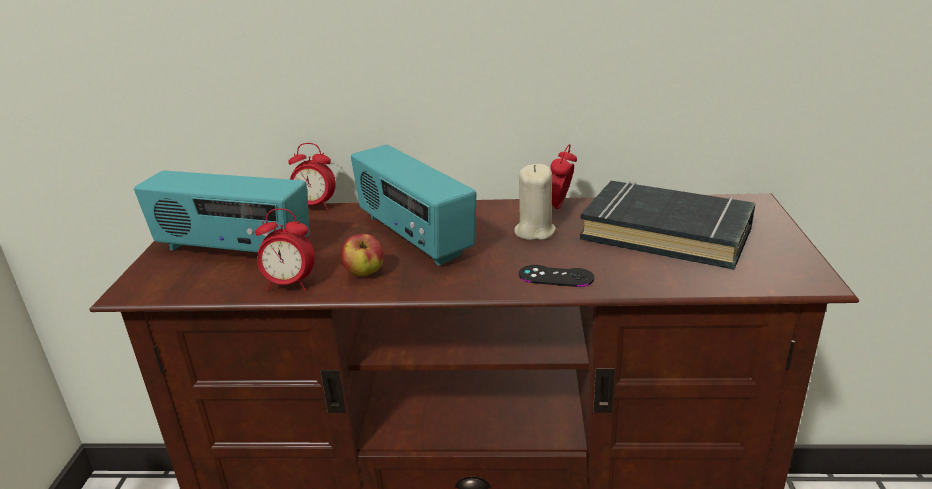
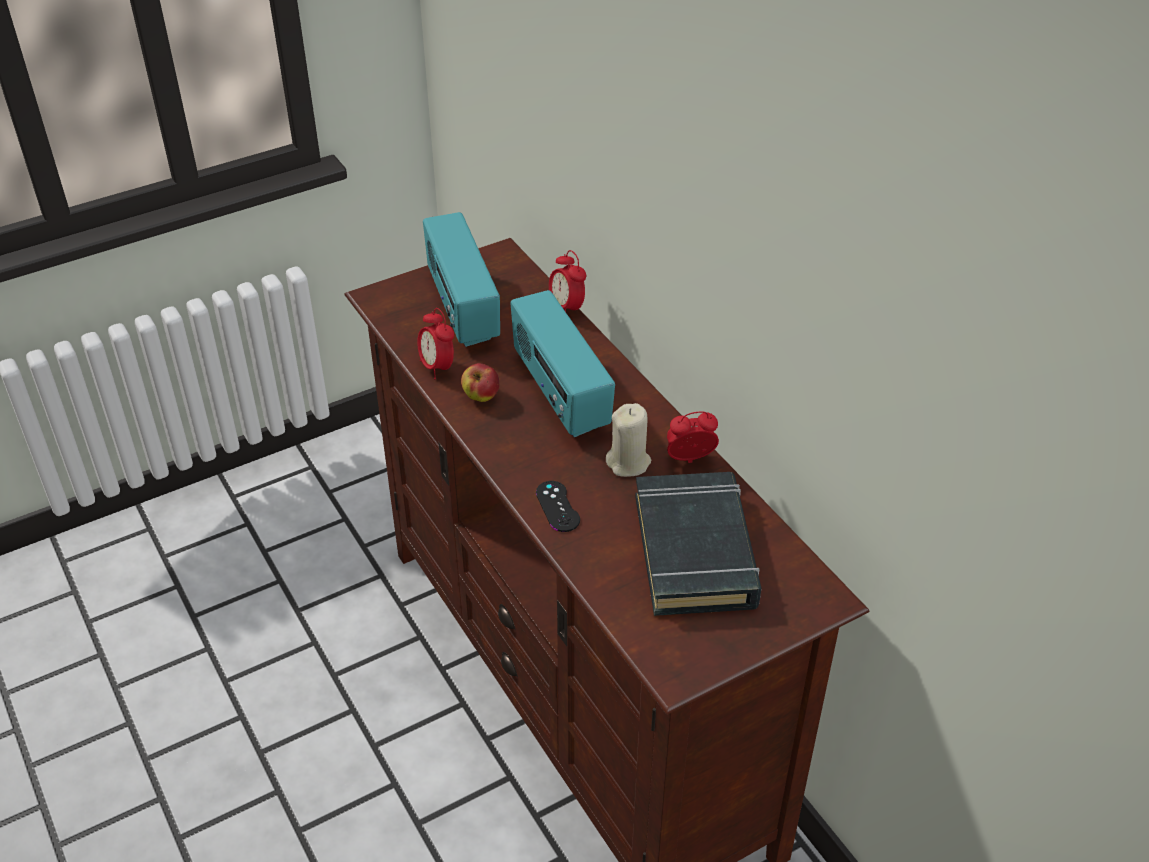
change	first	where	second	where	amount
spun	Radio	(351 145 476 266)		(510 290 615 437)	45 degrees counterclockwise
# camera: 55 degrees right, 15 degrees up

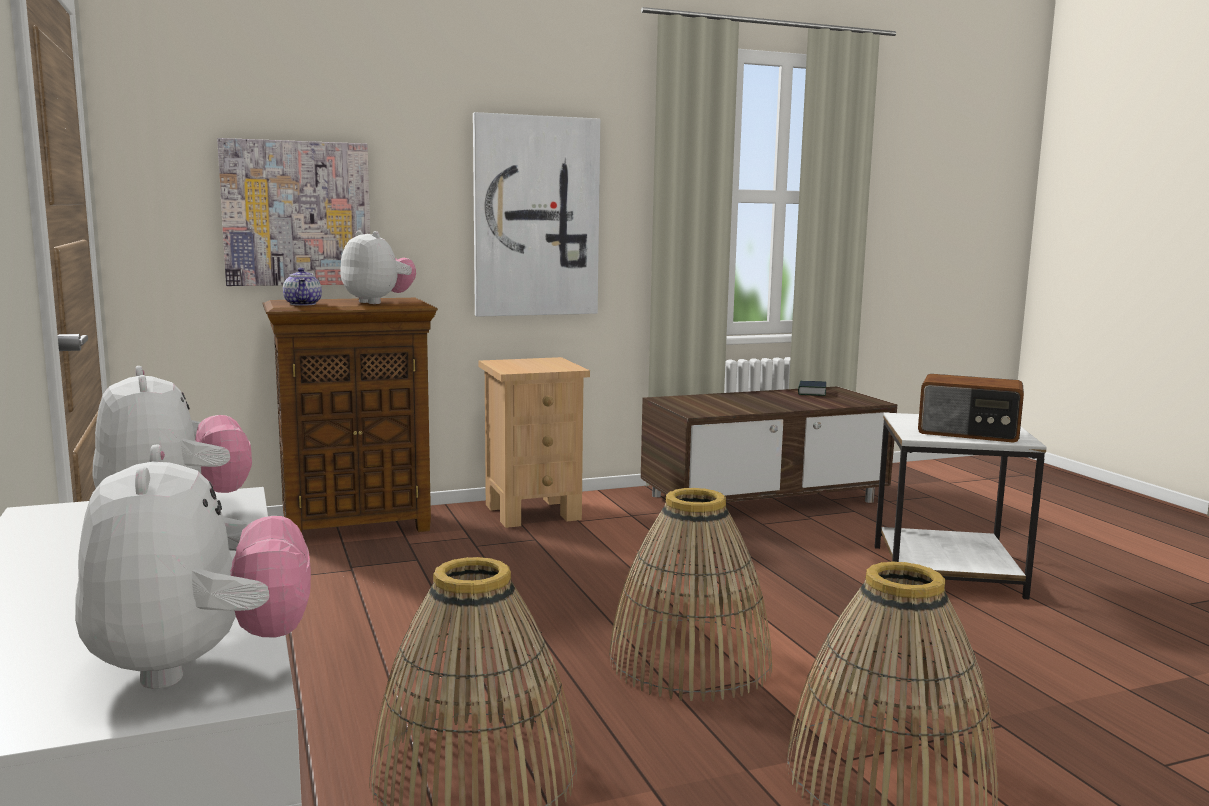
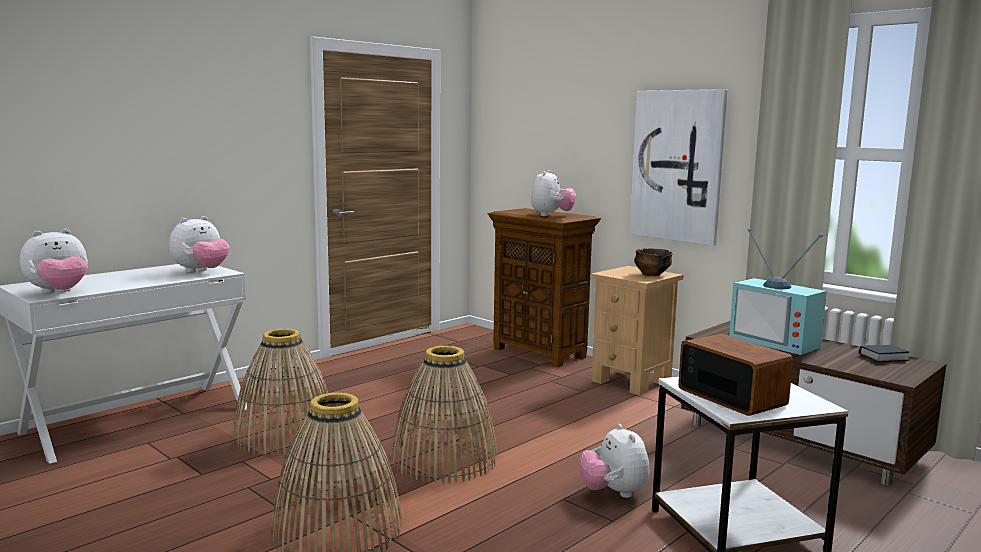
change	first	where	second	where	amount
appeared			PlushToy	(579 424 650 498)	
appeared			Bowl	(634 248 673 276)	
spun	Radio	(918 374 1024 443)		(678 334 793 416)	150 degrees clockwise
appeared			Television	(729 228 827 355)	
missing	Picture	(217 138 370 286)			
missing	Teapot	(283 268 322 306)			
# camera: 65 degrees right, 0 degrees up

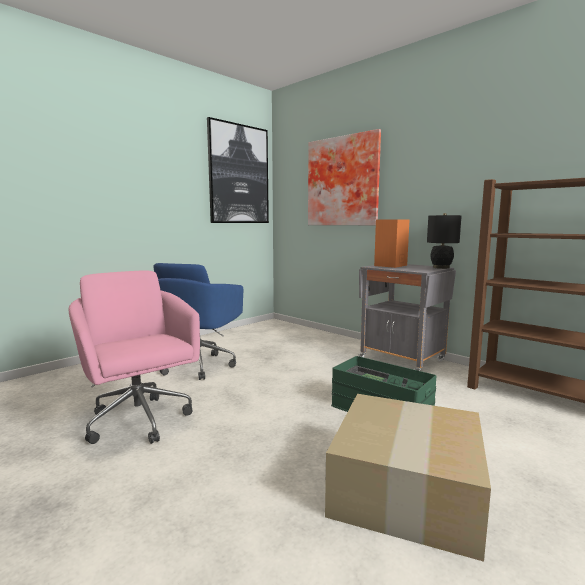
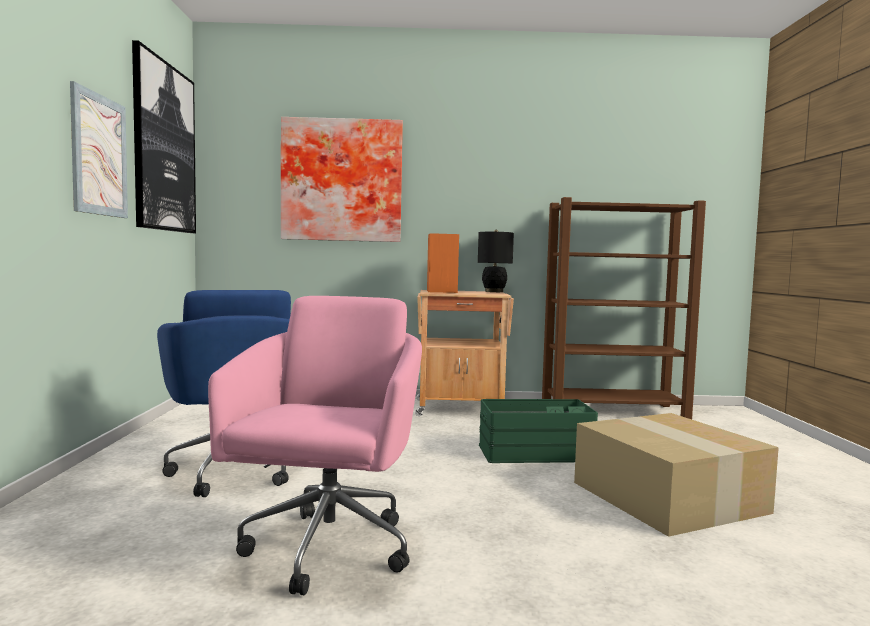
change	first	where	second	where	amount
appeared			Picture	(70 81 128 218)	
spun	PinkOfficeChair	(69 270 200 444)		(208 296 422 595)	90 degrees clockwise
colour	GreyCart	(358 264 456 371)	BrownCart	(415 290 514 416)	
# camera: 45 degrees left, 5 degrees down

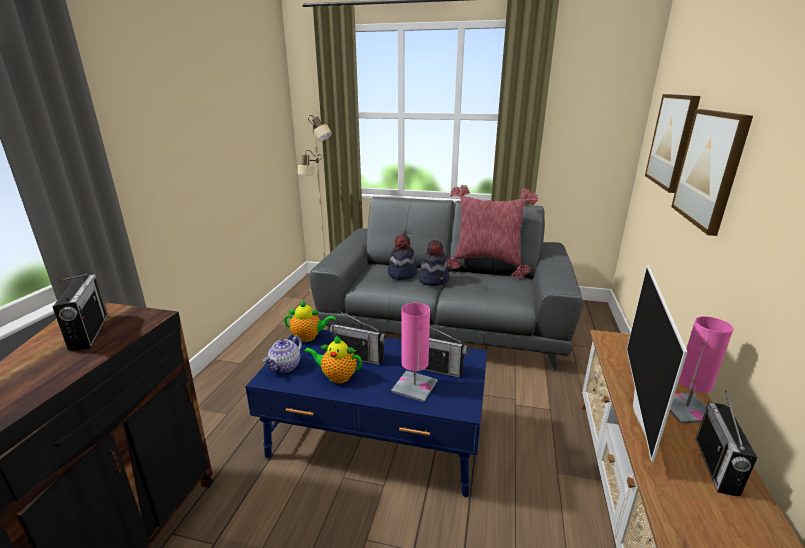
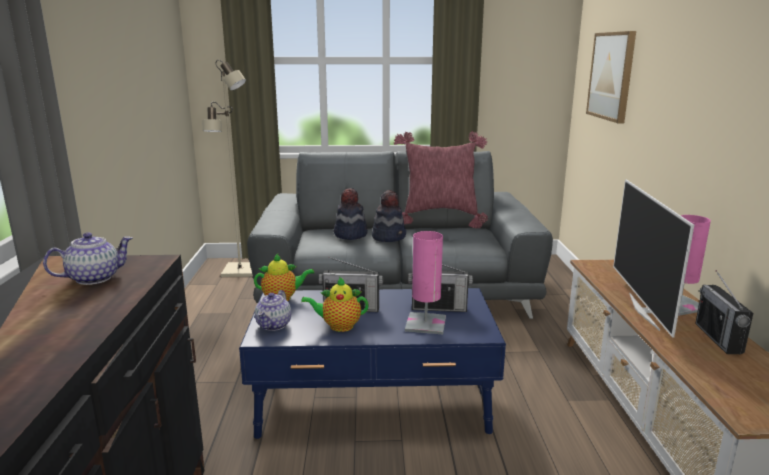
change	first	where	second	where	amount
exchanged	Radio	(53 274 108 351)	Teapot	(43 232 132 285)	
missing	Picture	(671 109 753 236)			
# camera: 15 degrees left, 5 degrees down

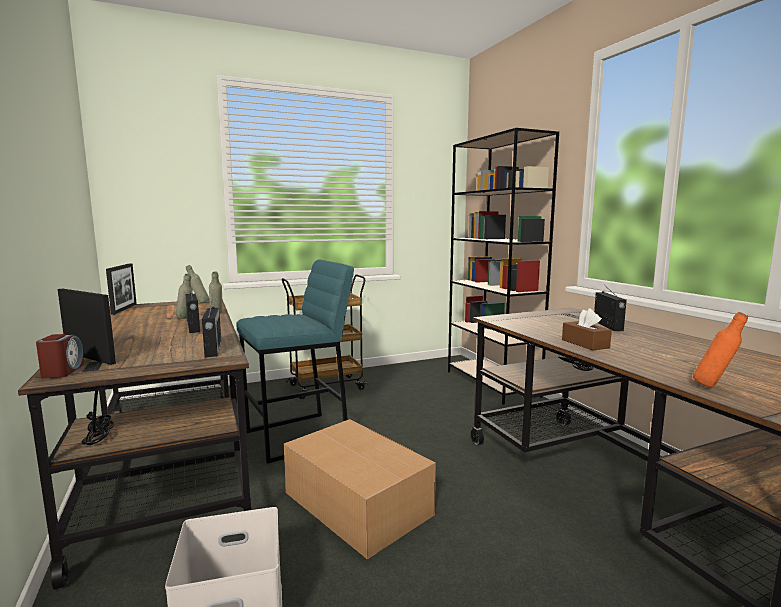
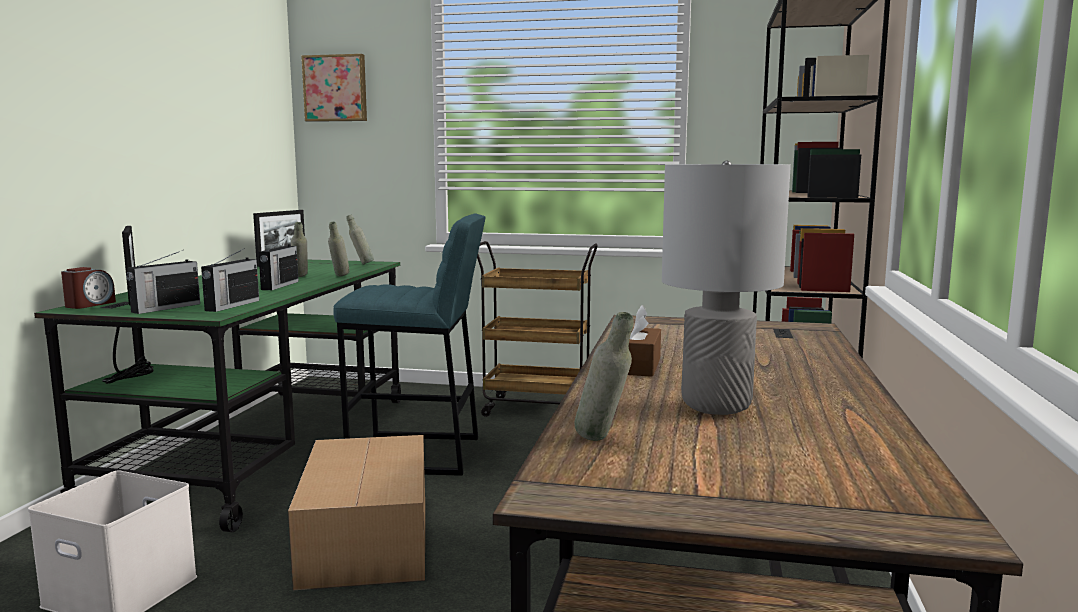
change	first	where	second	where	amount
colour	BrownDesk	(18 299 251 590)	GreenDesk	(34 260 401 532)	
relocated	Radio	(594 286 627 331)		(126 250 200 314)	
appeared			Picture	(301 54 367 122)	
colour	OrangeBottle	(693 312 748 388)	GreyBottle	(574 312 634 441)	
appeared			GreyTableLamp	(662 161 791 415)	
# camera: 35 degrees right, 0 degrees up

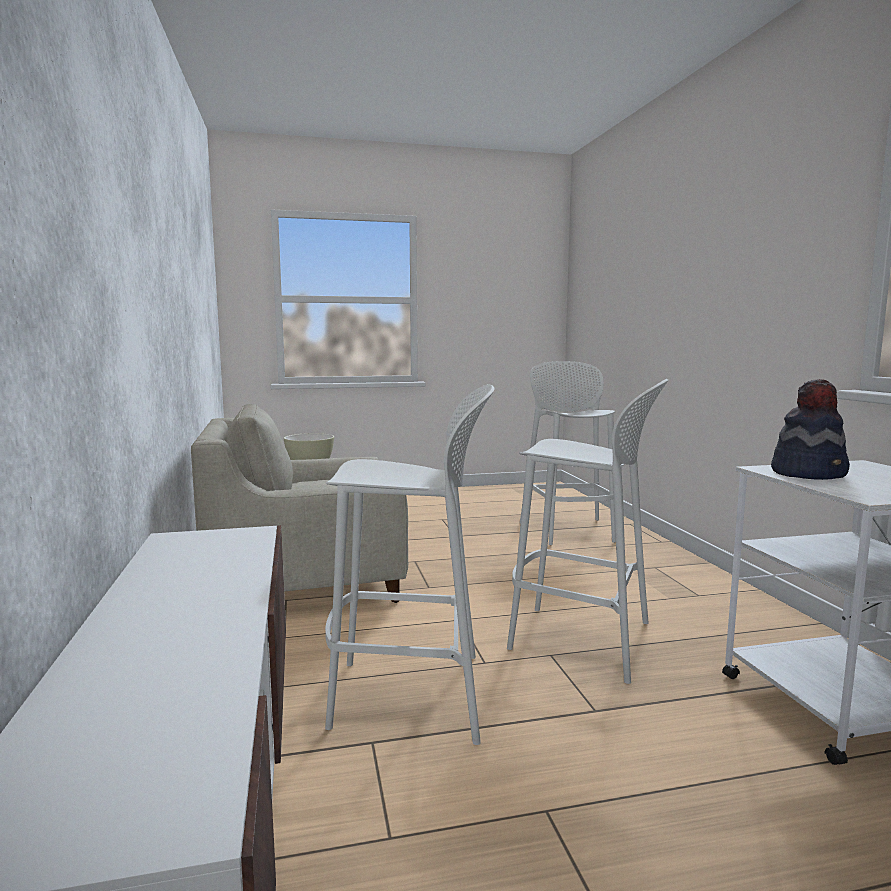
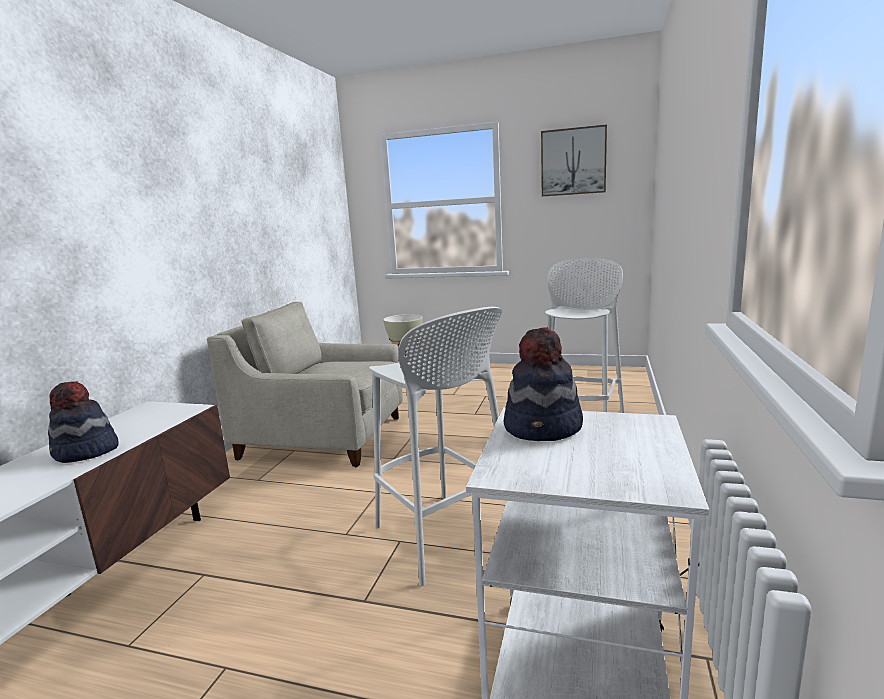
change	first	where	second	where	amount
appeared			Hat	(48 381 119 463)	
appeared			Picture	(541 124 607 196)	
missing	WhiteStool	(325 384 495 745)			
# camera: 30 degrees right, 5 degrees up

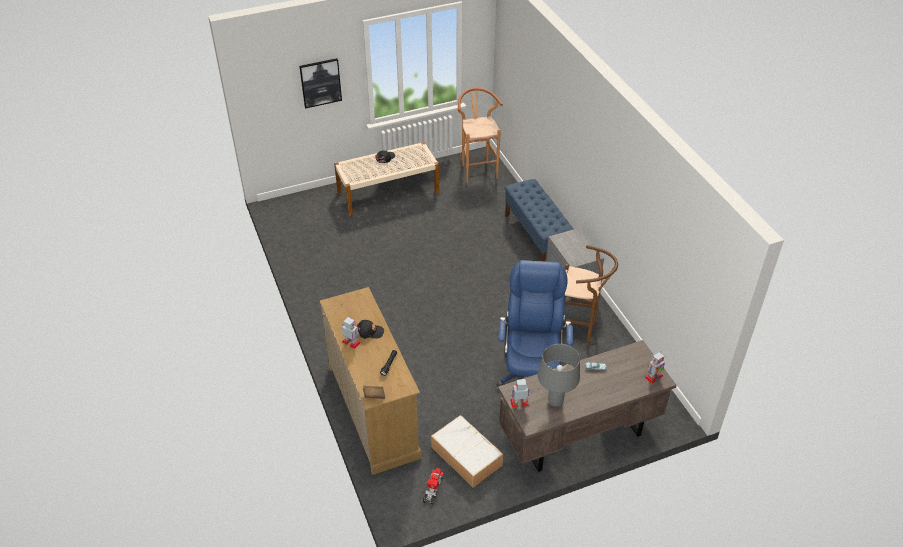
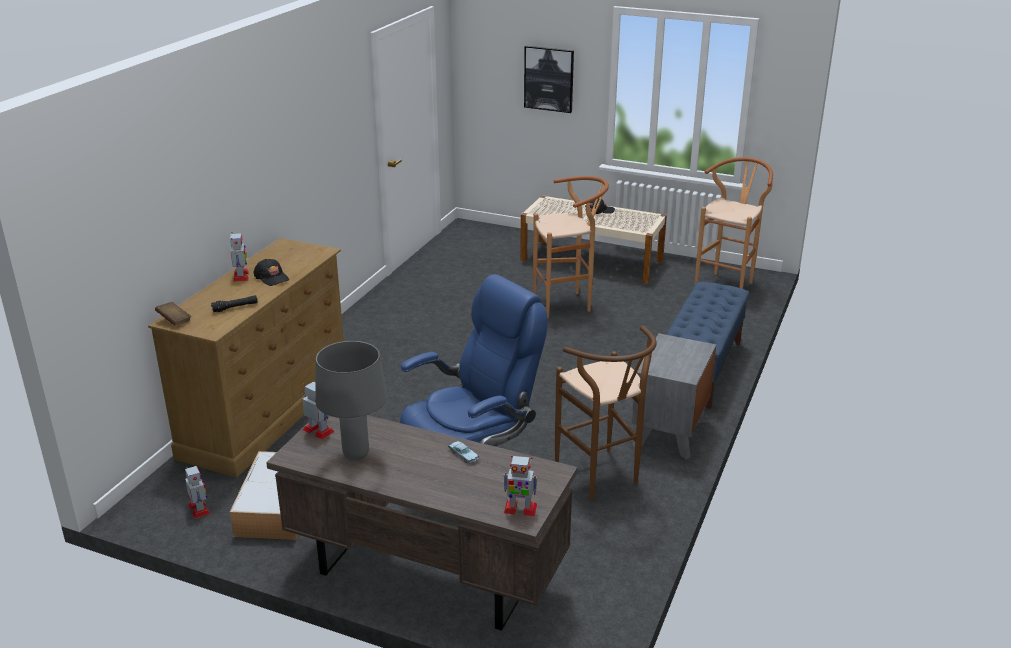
change	first	where	second	where	amount
exchanged	ToyTruck	(423 468 444 505)	ToyRobot	(185 466 210 518)	
appeared			BrownStool	(533 176 609 318)	
# camera: 45 degrees right, 15 degrees down

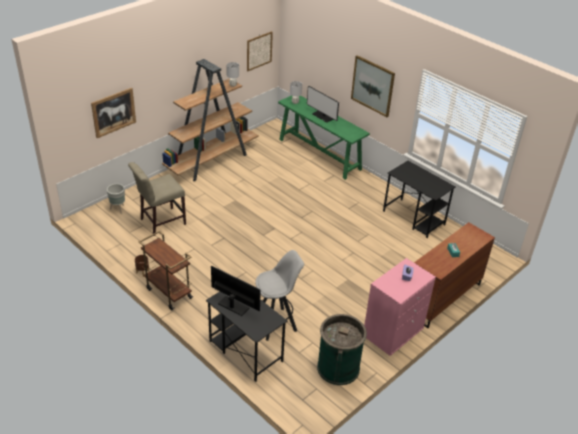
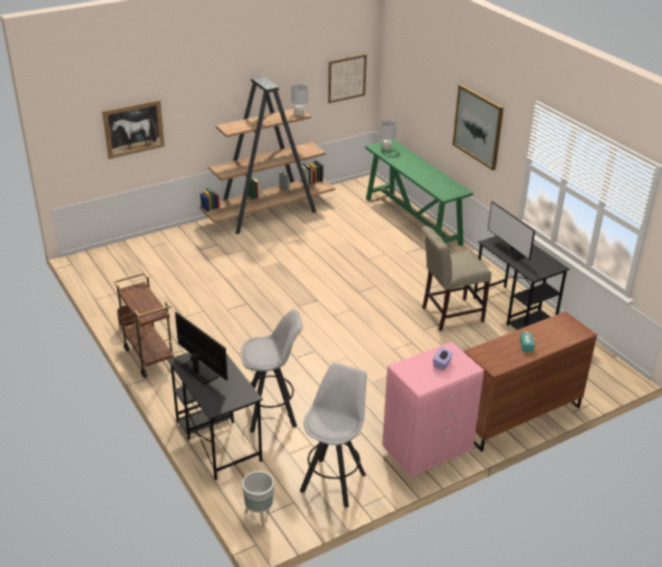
change	first	where	second	where	amount
relocated	GreyPlanter	(107 184 125 214)		(242 471 274 527)	
exchanged	GreenTrashCan	(317 314 367 385)	GreyStool	(300 363 367 508)	
relocated	BeigeChair	(128 162 186 236)		(421 226 492 331)	
relocated	Monitor	(307 86 339 122)		(488 201 535 261)	
# camera: 15 degrees right, 5 degrees down

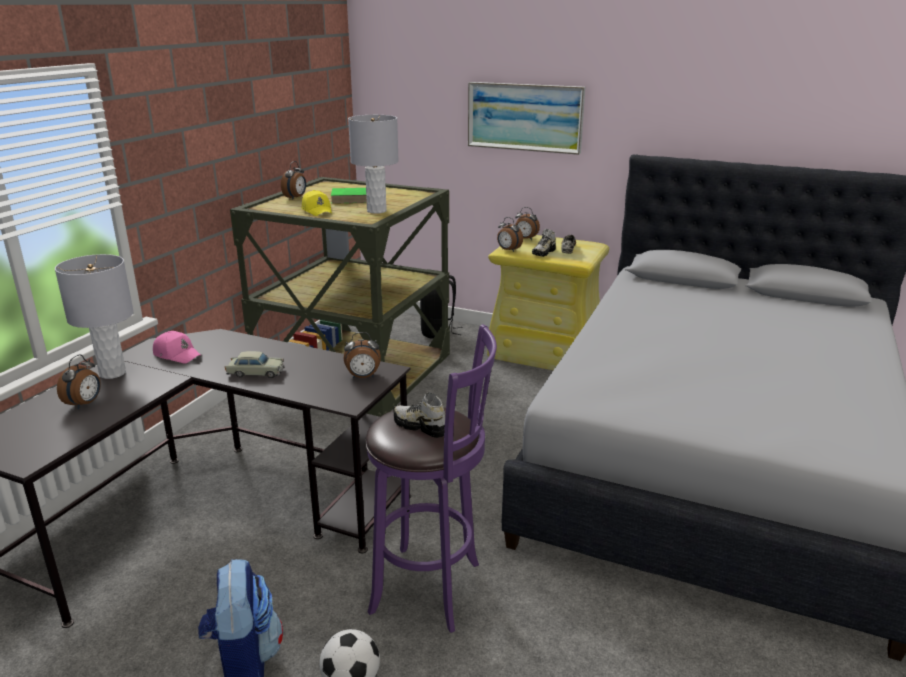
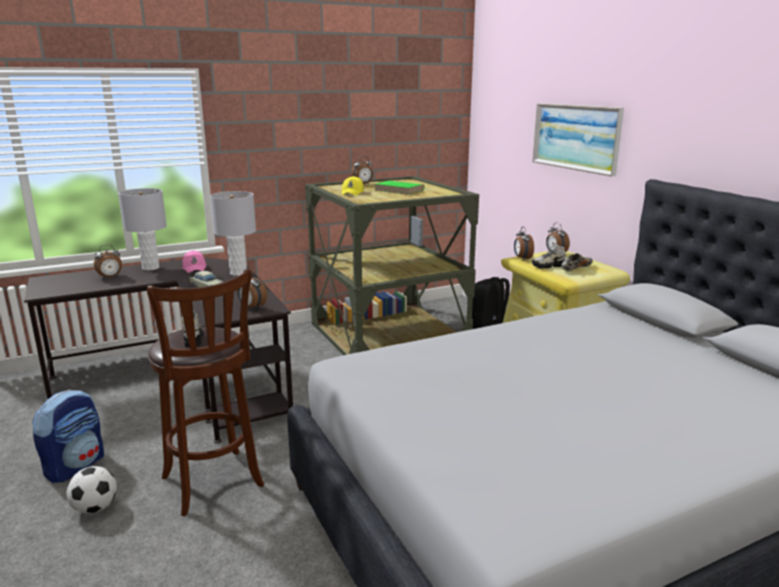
change	first	where	second	where	amount
colour	PurpleStool	(365 324 497 633)	BrownStool	(147 268 264 516)	
relocated	GreyTableLamp	(348 115 399 214)		(210 191 256 276)	
# camera: 40 degrees right, 5 degrees down

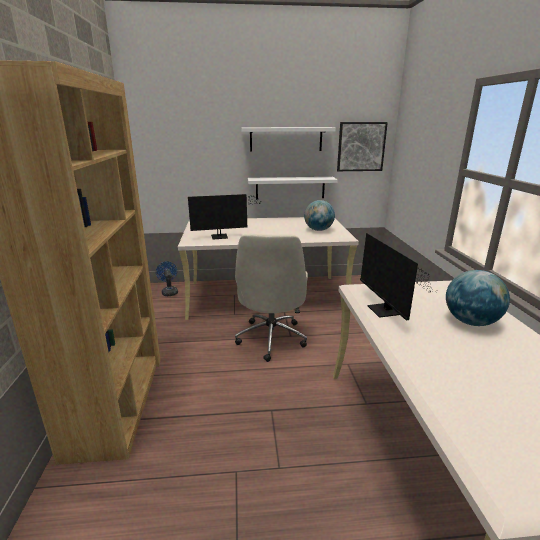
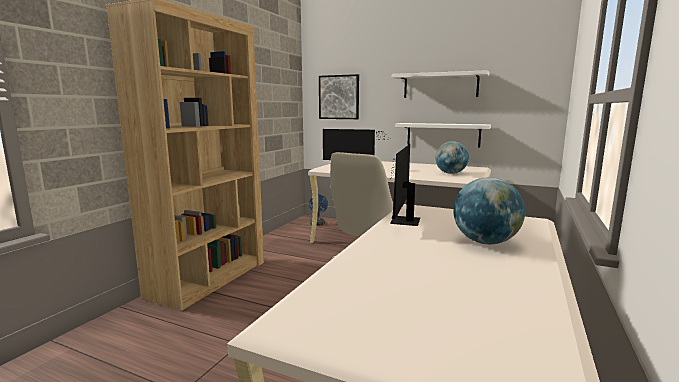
change	first	where	second	where	amount
relocated	Picture	(337 122 388 171)		(319 74 359 119)	
# camera: 30 degrees right, 10 degrees down

